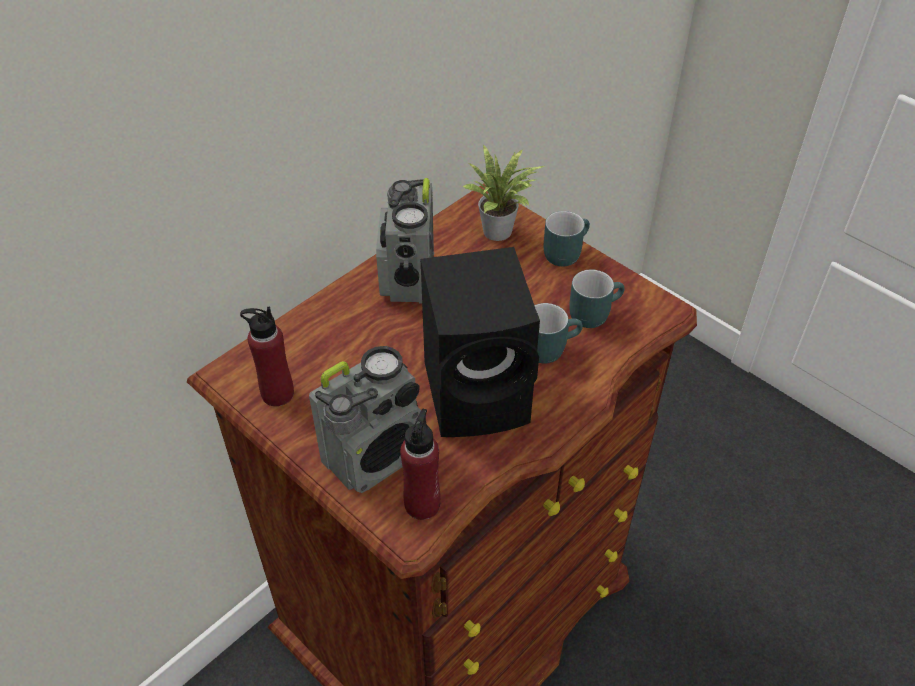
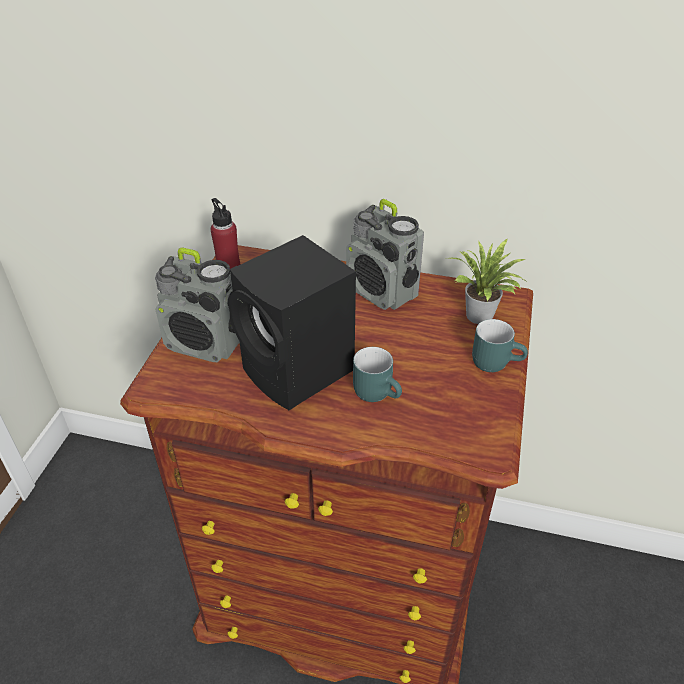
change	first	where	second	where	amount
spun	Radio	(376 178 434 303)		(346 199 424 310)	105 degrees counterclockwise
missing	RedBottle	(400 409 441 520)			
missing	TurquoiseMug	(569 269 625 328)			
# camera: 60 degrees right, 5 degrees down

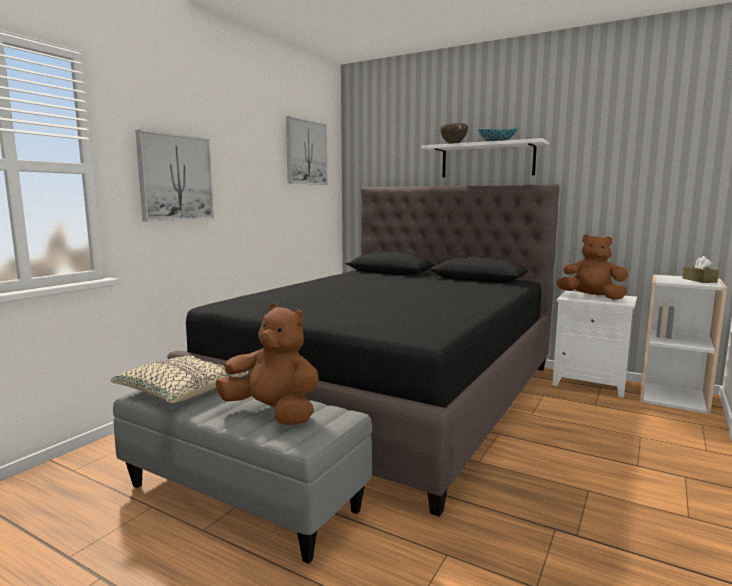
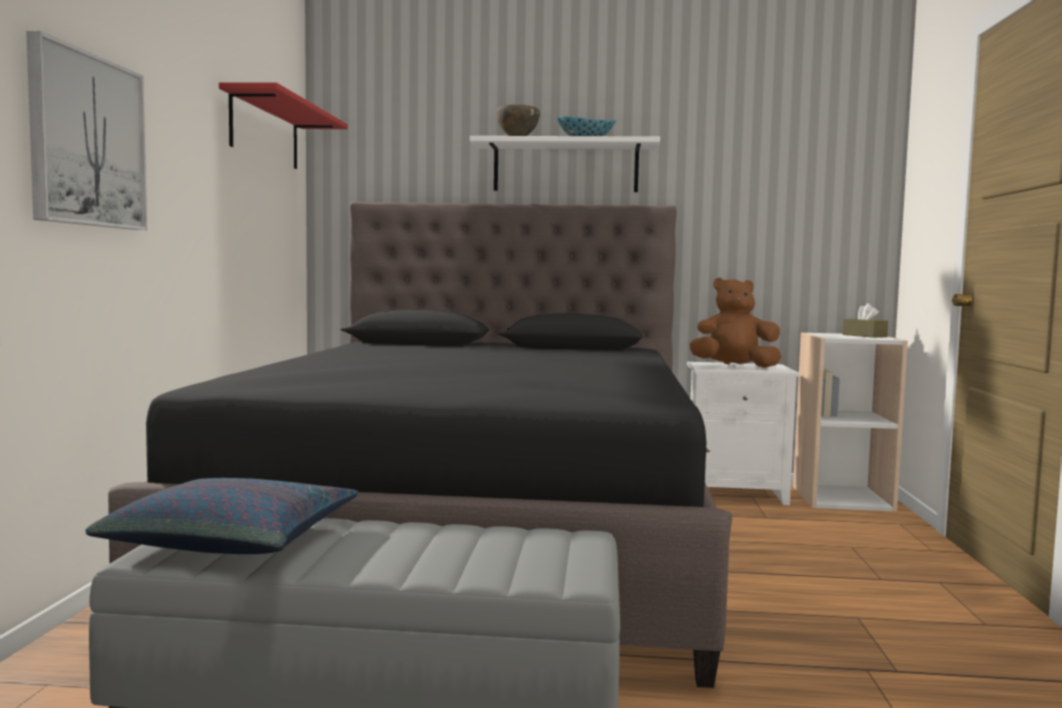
change	first	where	second	where	amount
colour	BeigePillow	(110 355 248 403)	BluePillow	(85 478 358 554)	
exchanged	Picture	(286 116 328 185)	RedShelf	(219 83 348 169)	
missing	BrownPlushToy	(216 304 319 425)			
# camera: 25 degrees left, 5 degrees down

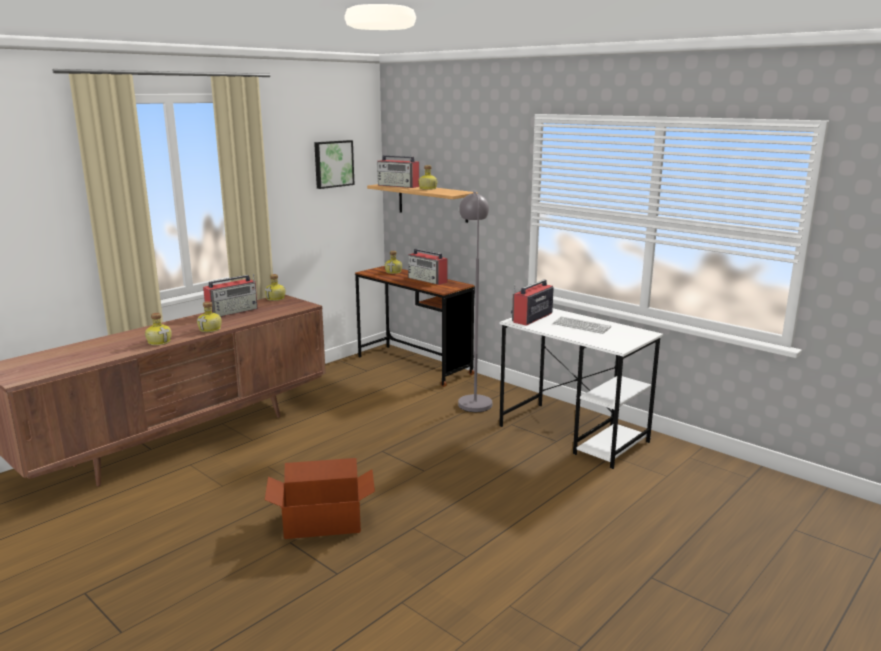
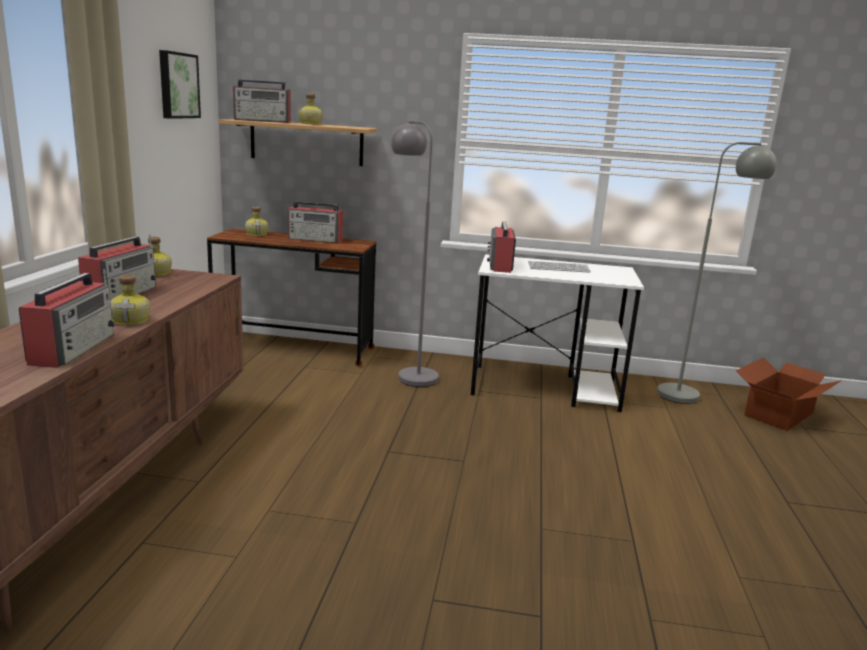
change	first	where	second	where	amount
exchanged	Bottle	(145 313 172 345)	Radio	(19 269 116 368)	
appeared			GreyFloorLamp	(657 142 777 404)	
relocated	CardboardBox	(265 458 375 539)		(736 357 841 431)	
# camera: 35 degrees left, 0 degrees up

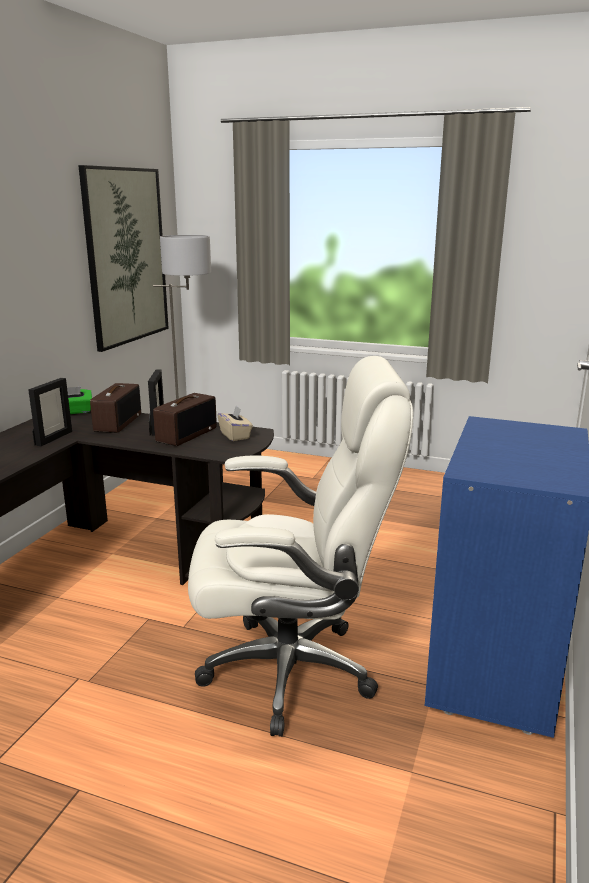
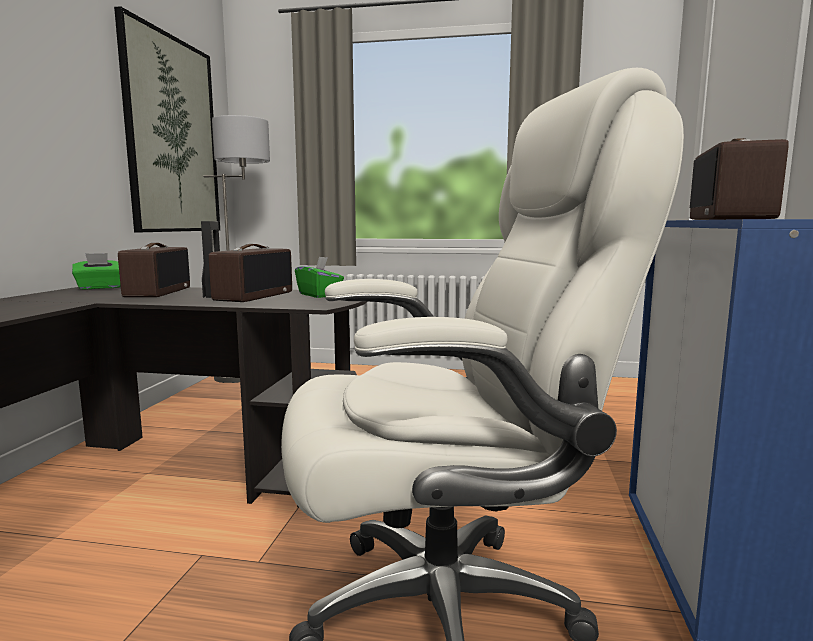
change	first	where	second	where	amount
colour	BeigeTissueBox	(218 406 253 441)	GreenTissueBox	(295 256 344 298)	
appeared			Radio	(690 138 789 220)	
missing	PictureFrame	(28 378 72 446)			
# camera: 10 degrees left, 10 degrees down

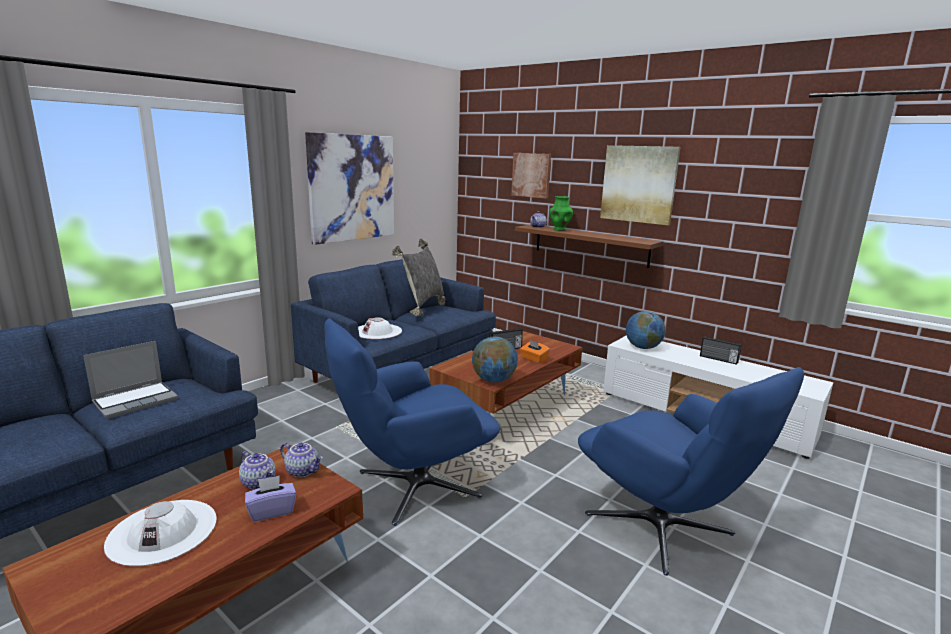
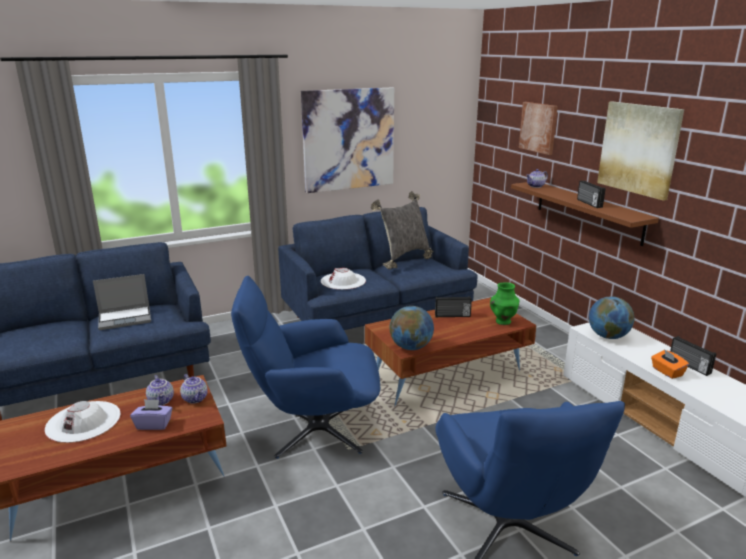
change	first	where	second	where	amount
relocated	GreenVase	(550 196 573 231)		(490 283 520 325)	
appeared			Radio	(577 181 605 208)	
relocated	OrangeTissueBox	(520 340 550 364)		(651 349 689 379)	
# camera: 25 degrees right, 5 degrees up

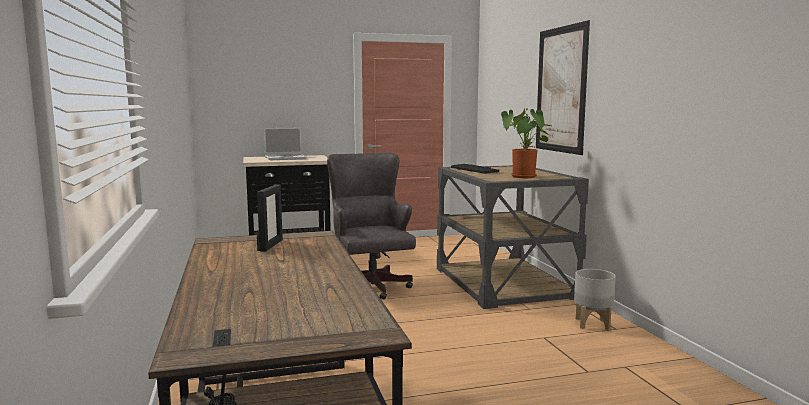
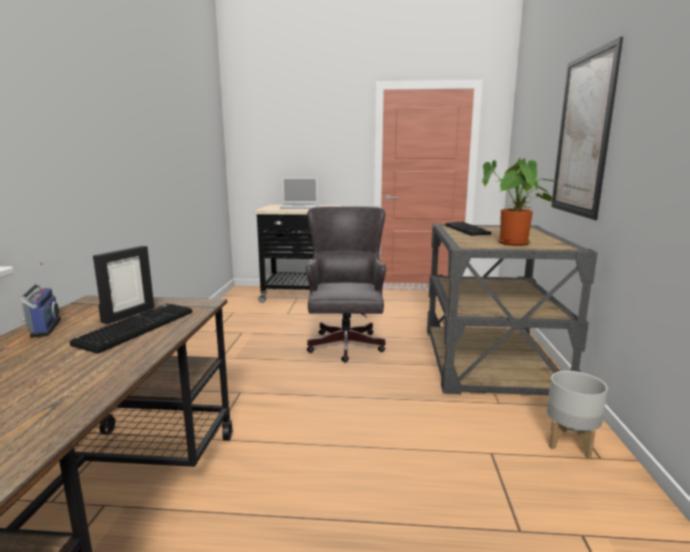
change	first	where	second	where	amount
appeared			Radio	(20 263 61 338)	
appeared			Keyboard	(70 304 192 354)	
# camera: 20 degrees right, 5 degrees up

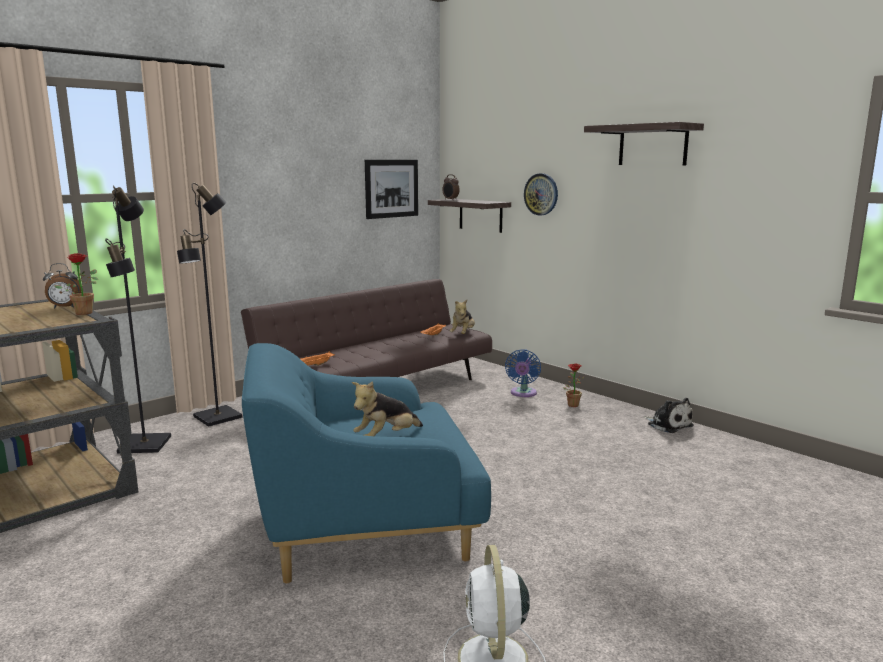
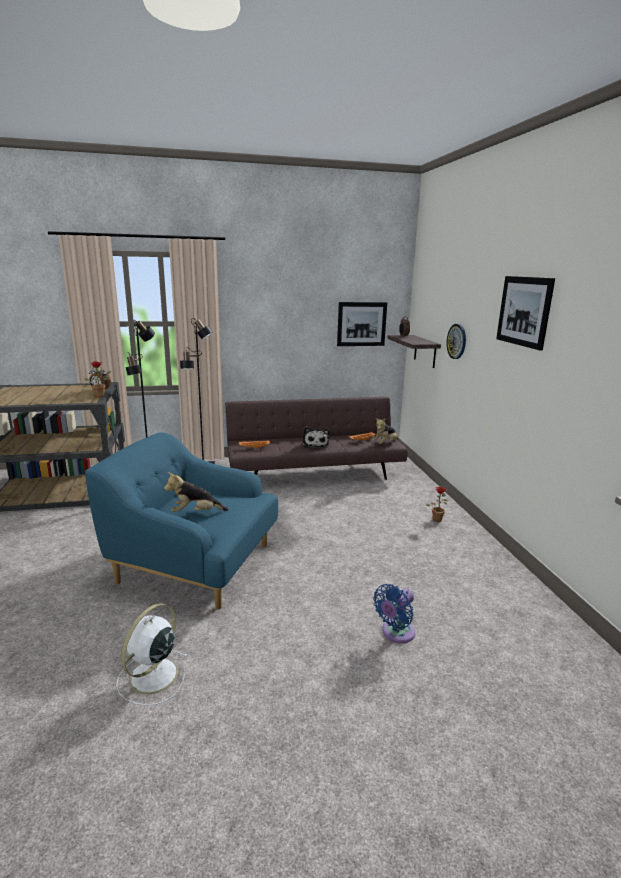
change	first	where	second	where	amount
relocated	PlushToy	(643 398 694 433)		(303 426 329 448)	
relocated	BlueFan	(505 349 541 397)		(373 584 415 643)	
exchanged	Shelf	(584 122 704 166)	Picture	(496 276 555 351)	
# camera: 30 degrees right, 5 degrees up

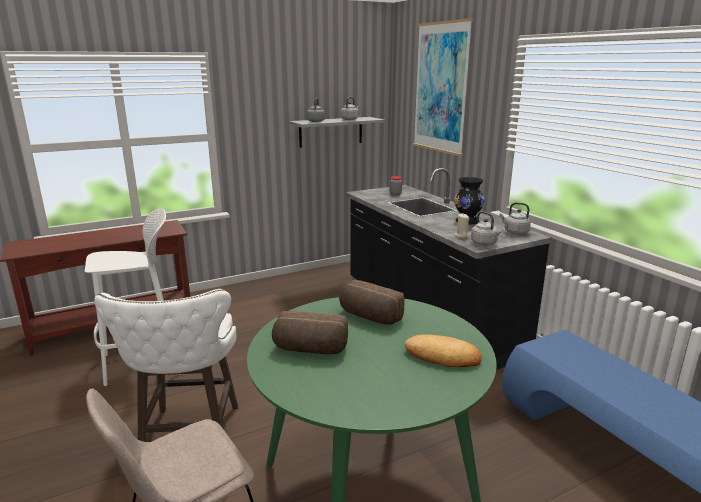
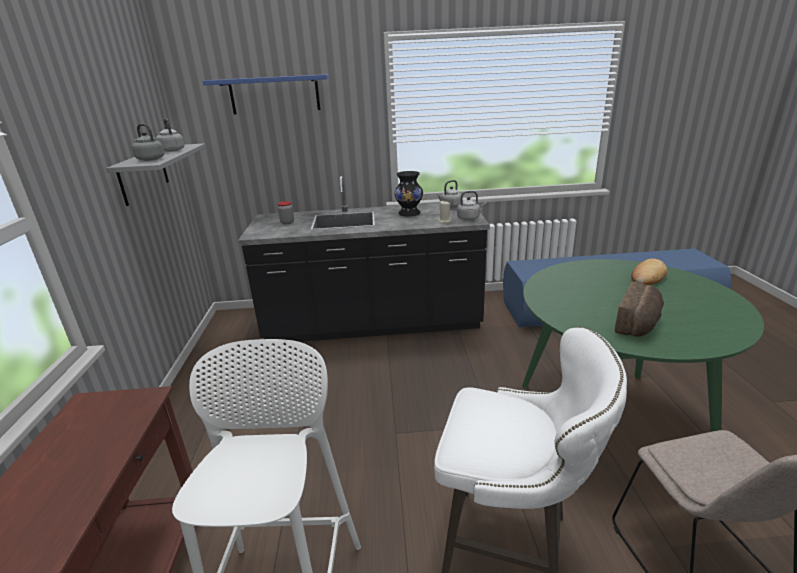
change	first	where	second	where	amount
exchanged	Picture	(413 18 473 157)	BlueShelf	(203 74 329 115)	
missing	Bread	(339 280 404 325)			
# camera: 65 degrees left, 5 degrees up

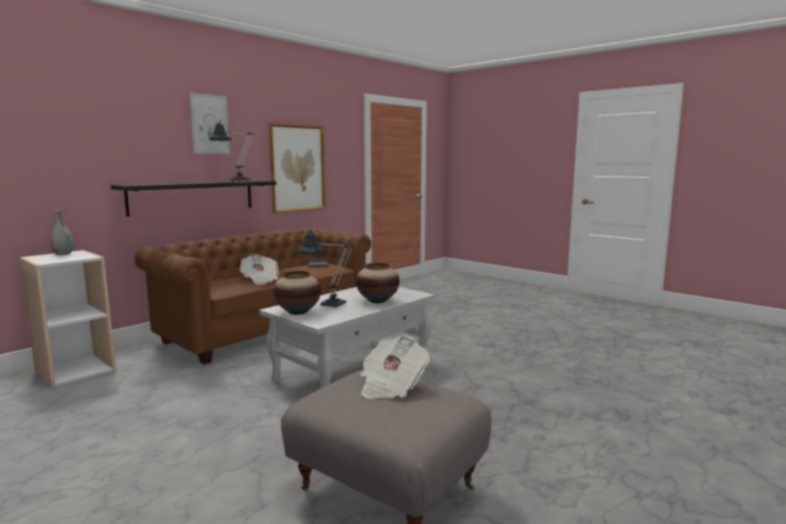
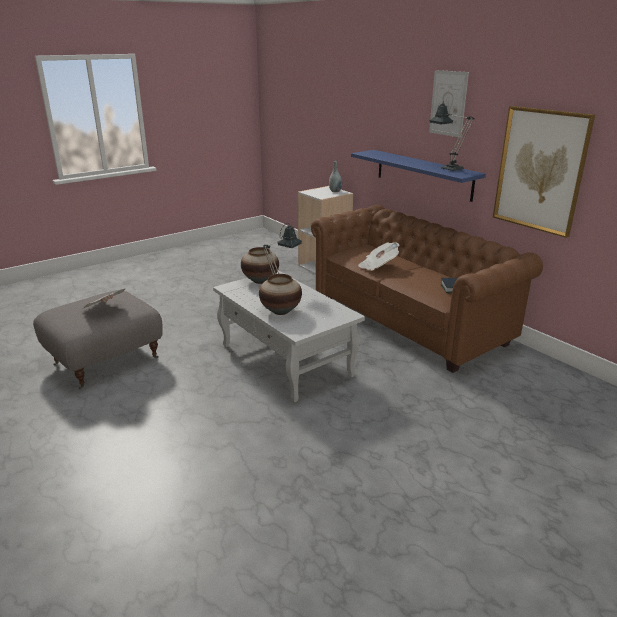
change	first	where	second	where	amount
colour	BlackShelf	(111 180 276 217)	BlueShelf	(351 150 486 202)	
# camera: 100 degrees right, 15 degrees up

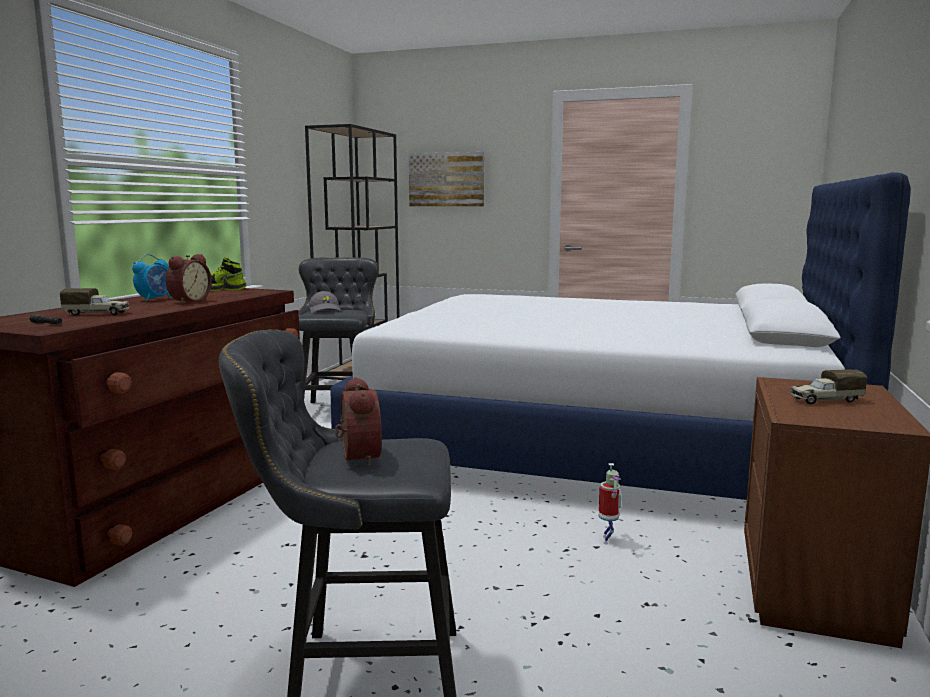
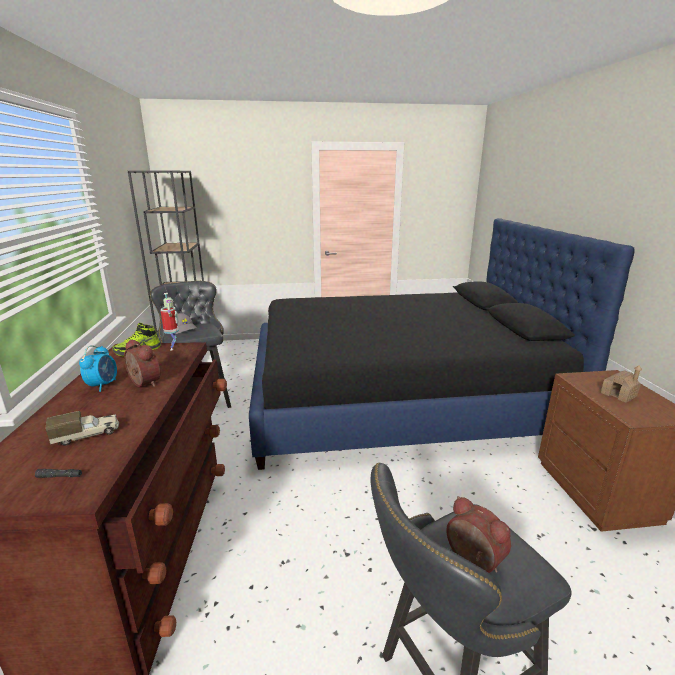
change	first	where	second	where	amount
spun	AlarmClock	(166 254 212 304)		(124 339 160 387)	45 degrees counterclockwise
relocated	ToyRobot	(599 463 622 544)		(161 293 179 350)	
colour	WhiteBed	(330 172 911 500)	BlackBed	(249 218 635 470)	
exchanged	ToyTruck	(790 369 867 404)	ToyHouse	(601 365 642 403)	
missing	Picture	(409 152 484 207)			
# camera: 25 degrees left, 10 degrees up

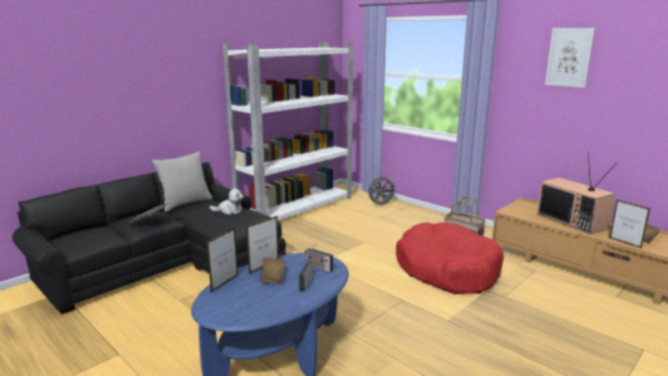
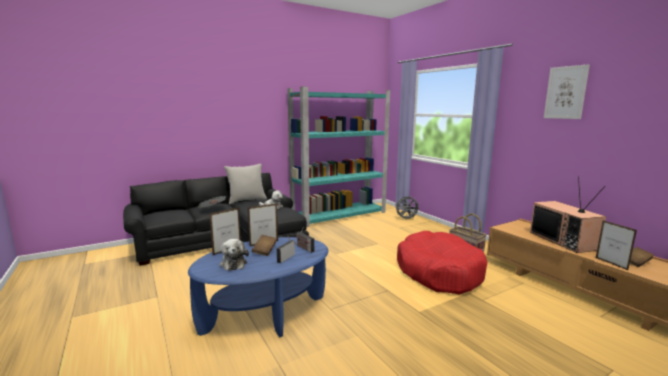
change	first	where	second	where	amount
appeared			PlushToy	(219 239 249 271)	
colour	WhiteBookcase	(223 42 353 220)	TurquoiseBookcase	(287 87 390 227)	
# camera: 15 degrees right, 5 degrees down

